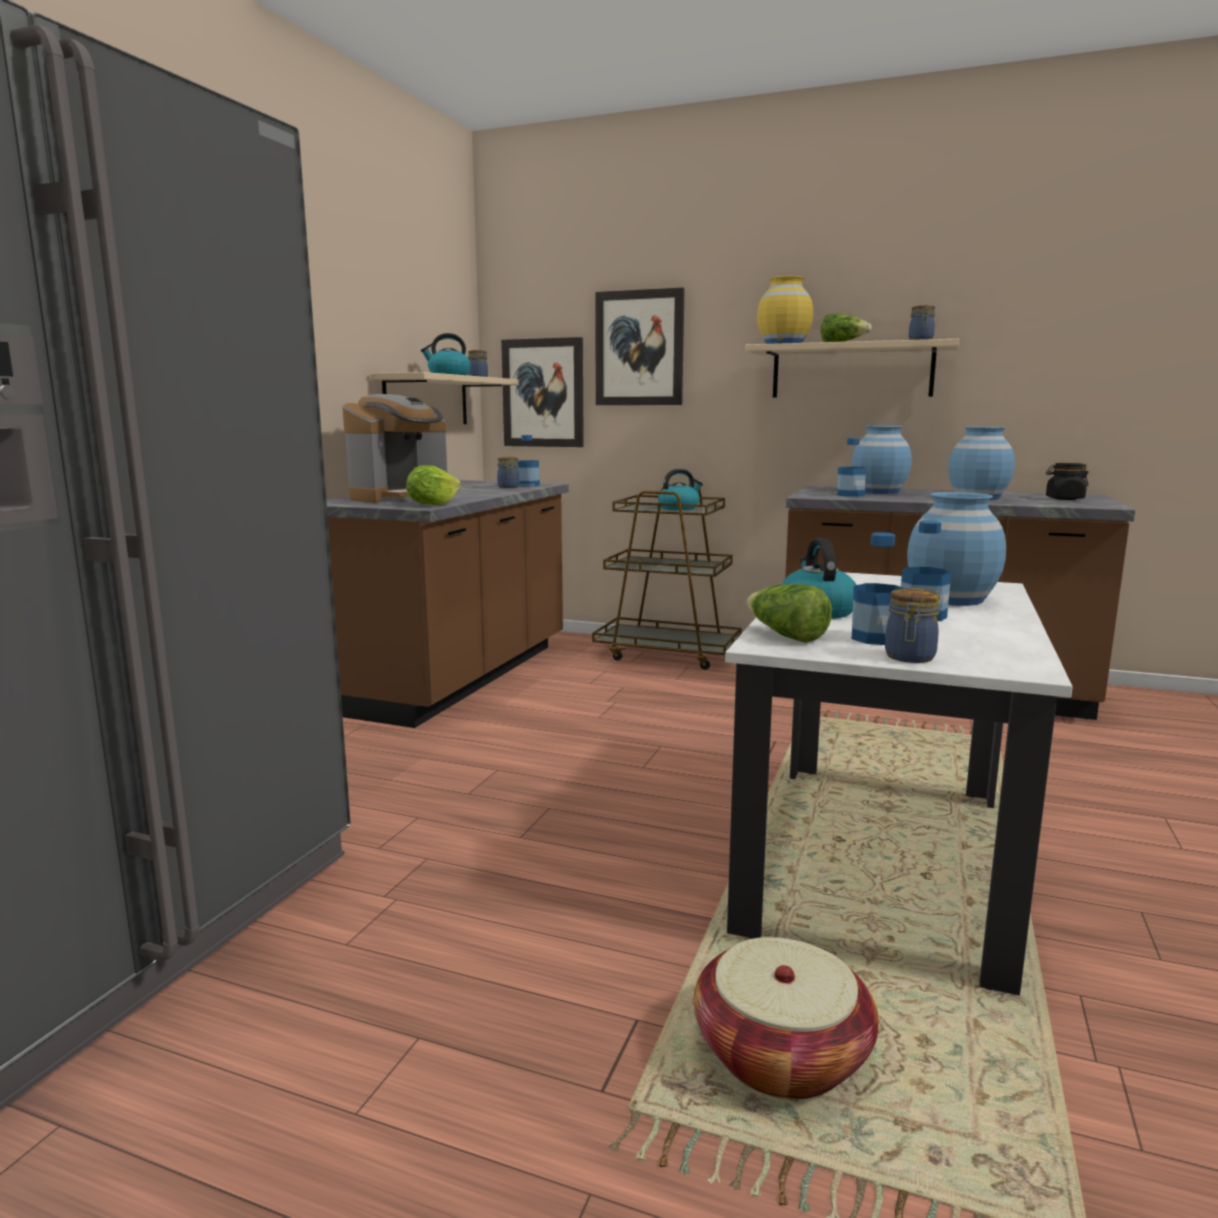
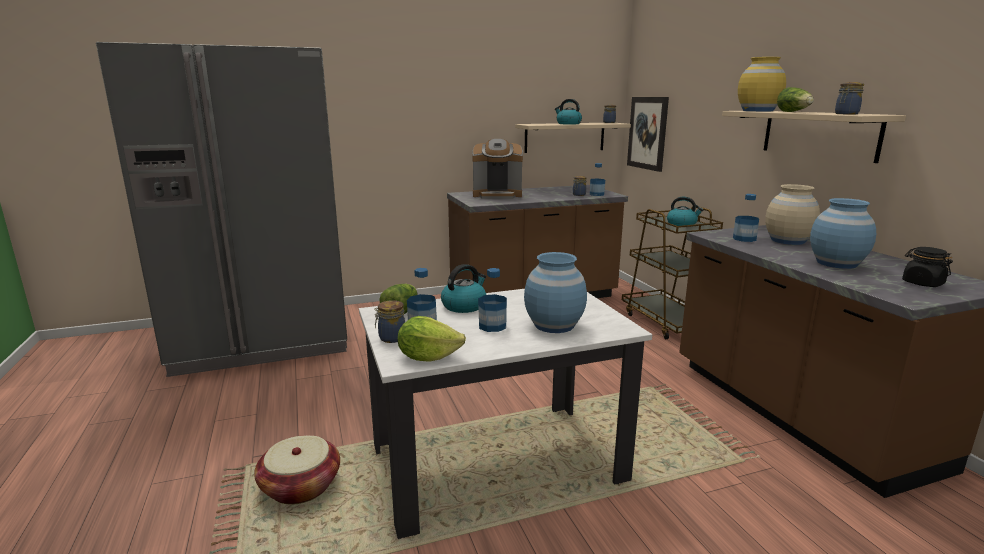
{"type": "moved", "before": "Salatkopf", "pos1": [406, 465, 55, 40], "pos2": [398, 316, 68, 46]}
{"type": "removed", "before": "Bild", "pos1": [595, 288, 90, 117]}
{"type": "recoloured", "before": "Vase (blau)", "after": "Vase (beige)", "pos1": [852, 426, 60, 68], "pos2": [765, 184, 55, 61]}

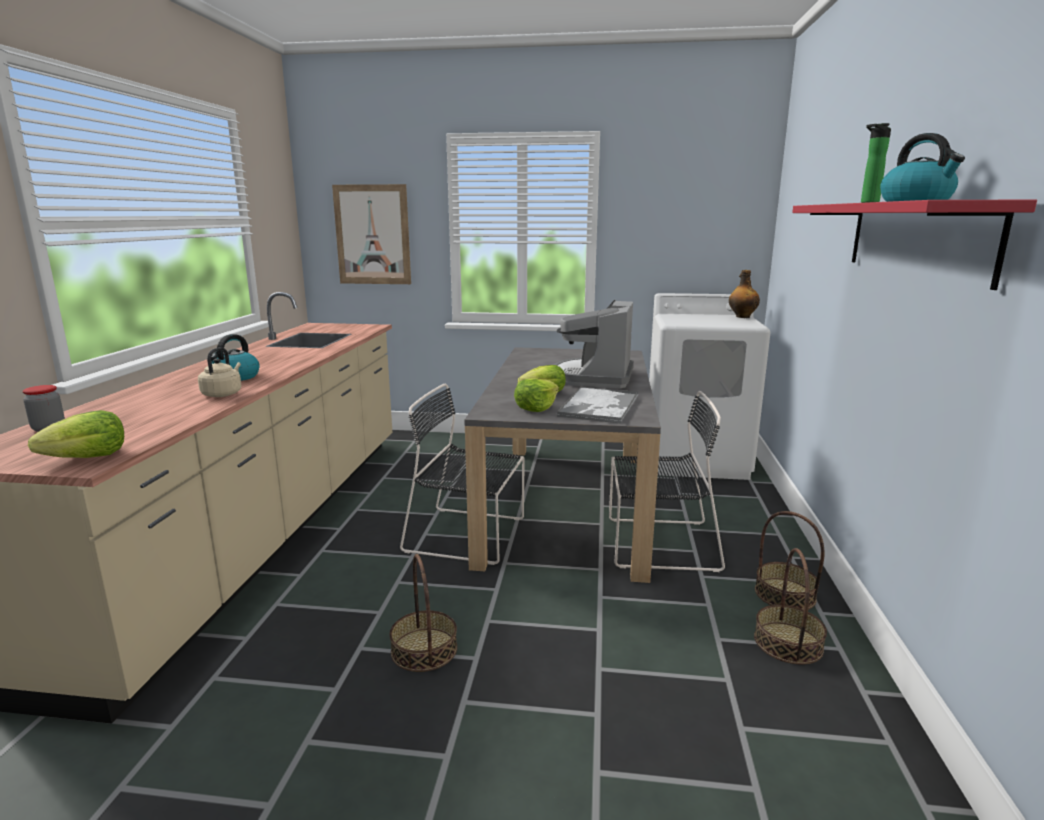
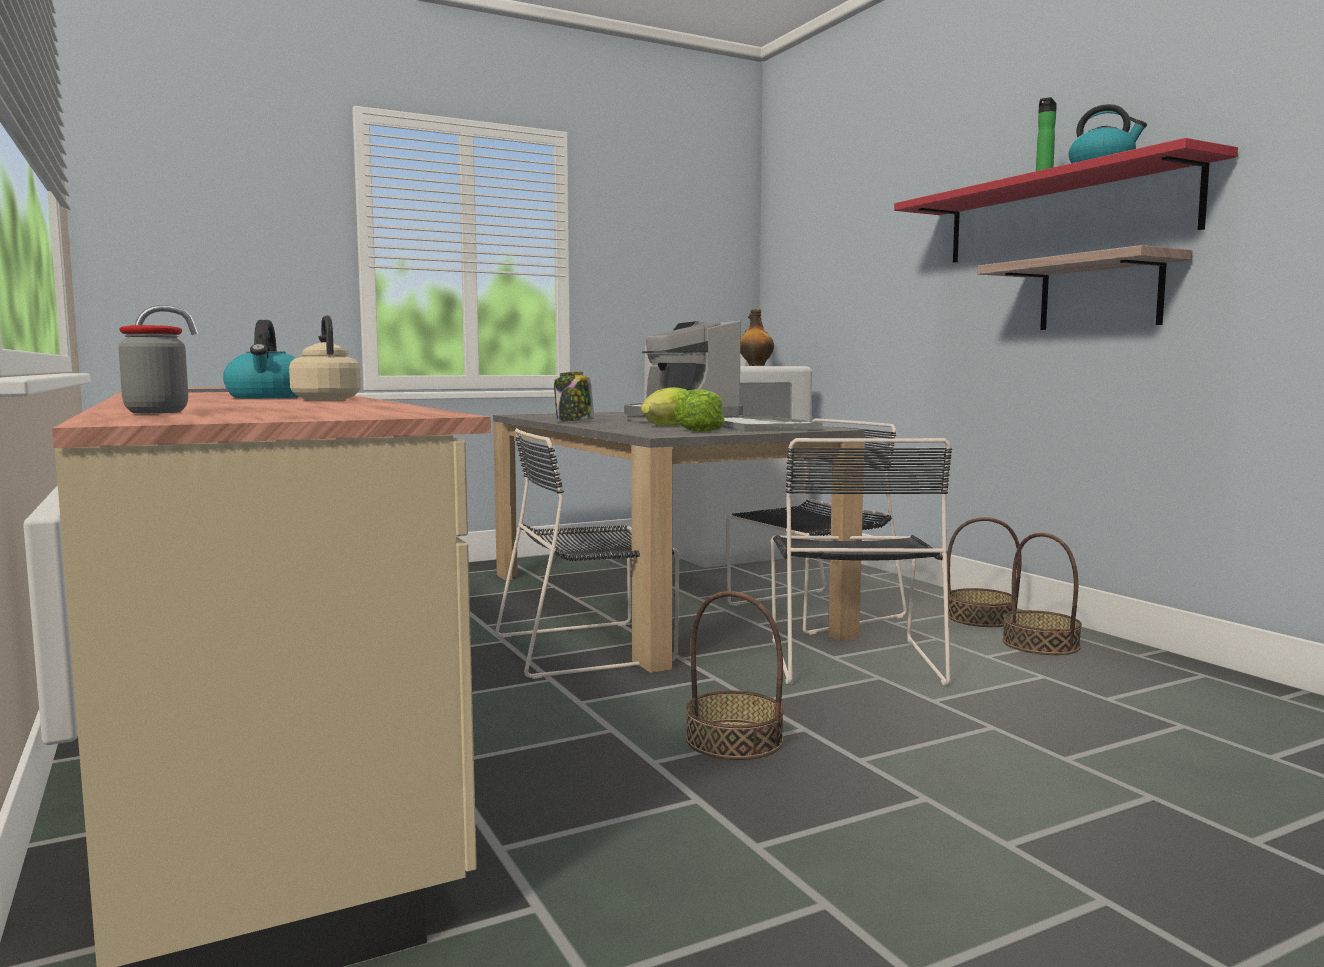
{"type": "removed", "before": "Salatkopf", "pos1": [28, 410, 96, 48]}
{"type": "removed", "before": "Bild", "pos1": [332, 184, 79, 100]}
{"type": "added", "after": "Vorratsglas", "pos2": [554, 372, 40, 50]}
{"type": "added", "after": "Stuhl (schwarz)", "pos2": [771, 438, 181, 248]}
{"type": "added", "after": "Wandregal", "pos2": [977, 245, 216, 85]}

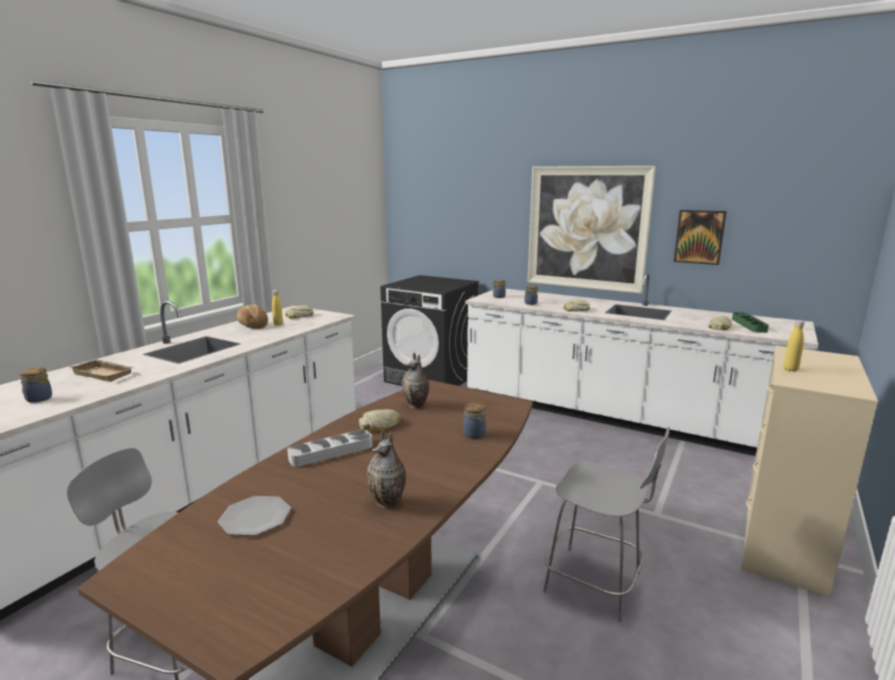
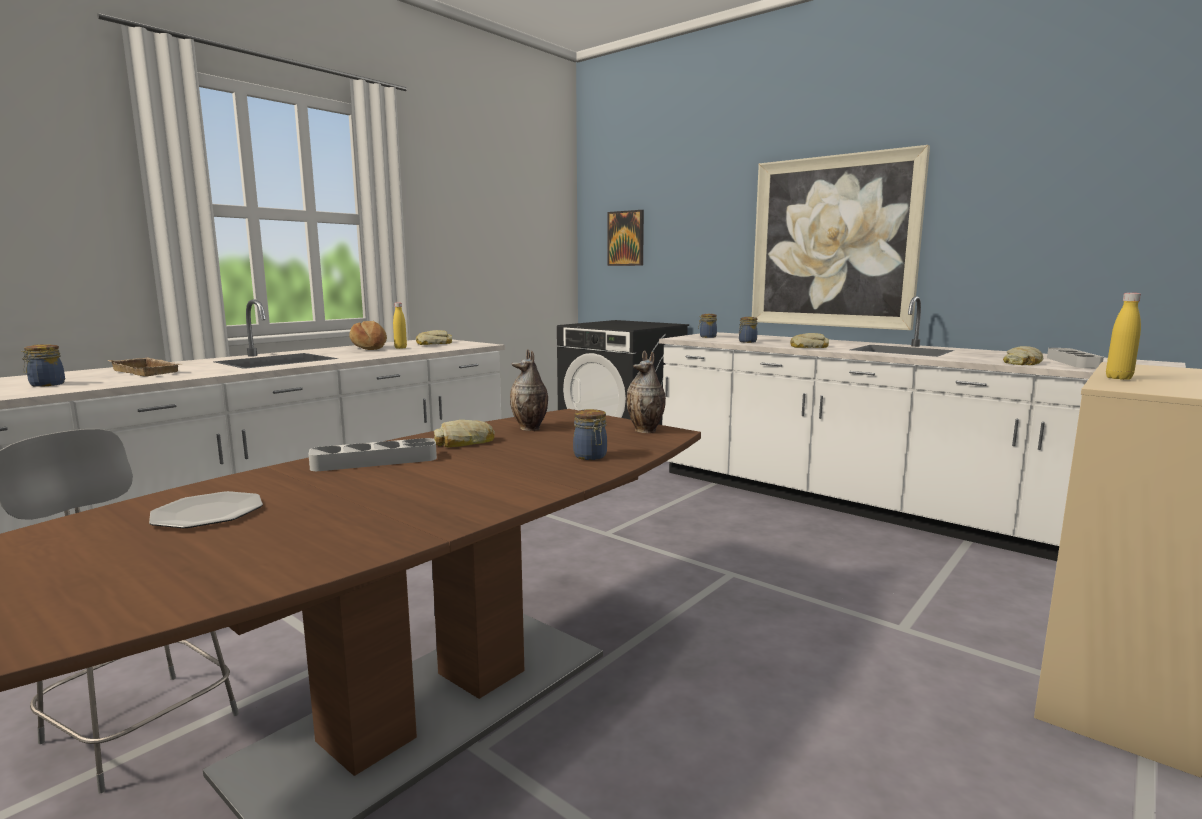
{"type": "moved", "before": "Vase", "pos1": [367, 430, 39, 79], "pos2": [626, 350, 40, 83]}
{"type": "removed", "before": "Stuhl (grau)", "pos1": [543, 427, 127, 195]}
{"type": "moved", "before": "Bild", "pos1": [674, 210, 53, 55], "pos2": [607, 210, 37, 56]}
{"type": "recoloured", "before": "Tablett (grün)", "after": "Tablett (grau)", "pos1": [732, 312, 37, 21], "pos2": [1047, 348, 57, 21]}

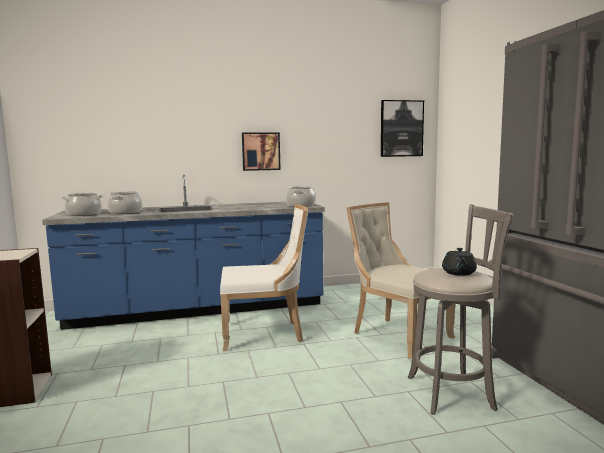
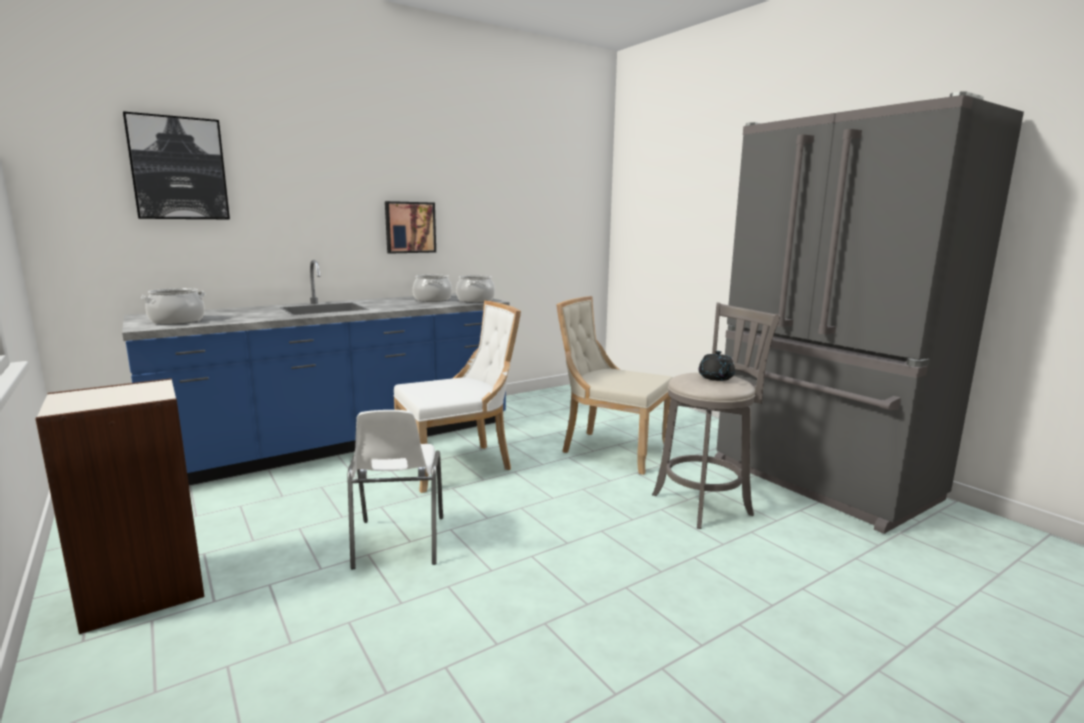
{"type": "moved", "before": "Kochtopf", "pos1": [107, 191, 36, 23], "pos2": [413, 275, 39, 27]}
{"type": "moved", "before": "Bild", "pos1": [381, 100, 43, 57], "pos2": [123, 111, 107, 108]}
{"type": "added", "after": "Stuhl (weiß)", "pos2": [347, 410, 96, 160]}

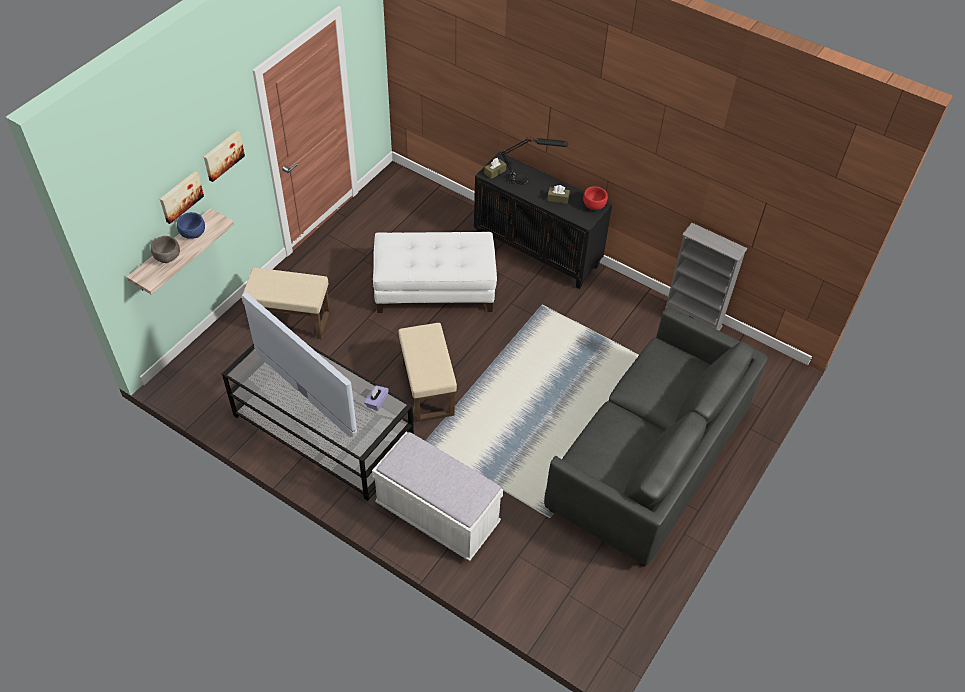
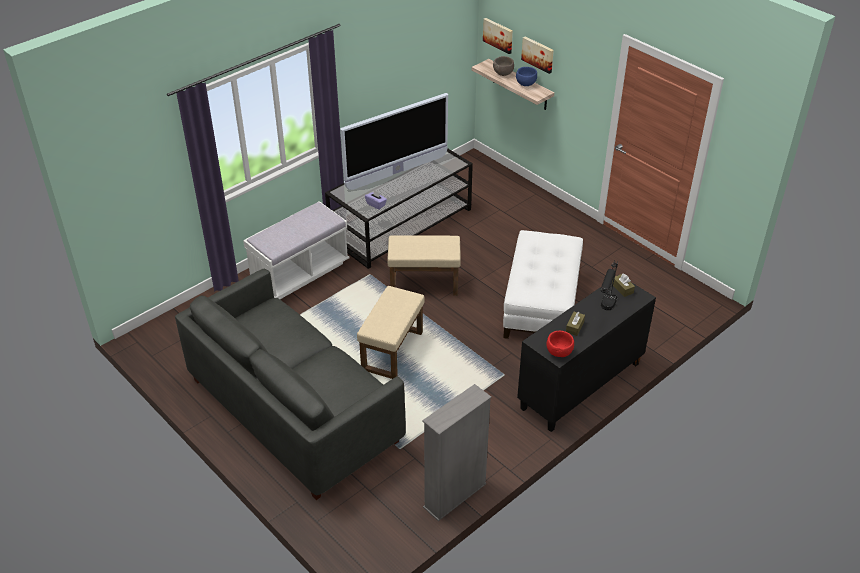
{"type": "moved", "before": "Bild", "pos1": [204, 131, 41, 51], "pos2": [483, 18, 30, 36]}
{"type": "moved", "before": "Polsterhocker (beige)", "pos1": [242, 268, 88, 71], "pos2": [357, 286, 67, 93]}

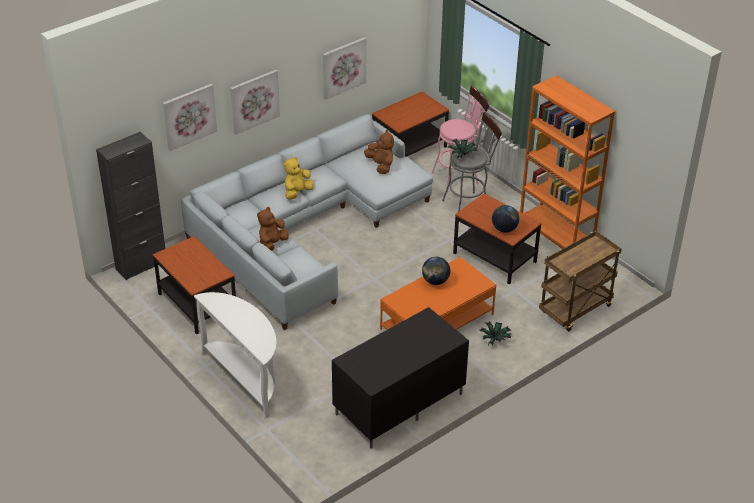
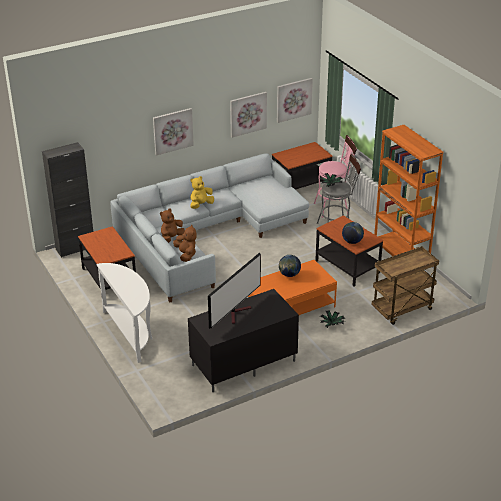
{"type": "moved", "before": "Bild", "pos1": [163, 84, 54, 67], "pos2": [277, 78, 36, 45]}
{"type": "moved", "before": "Plüschtier (braun)", "pos1": [364, 130, 30, 44], "pos2": [173, 224, 24, 38]}
{"type": "added", "after": "Fernseher", "pos2": [208, 252, 53, 77]}

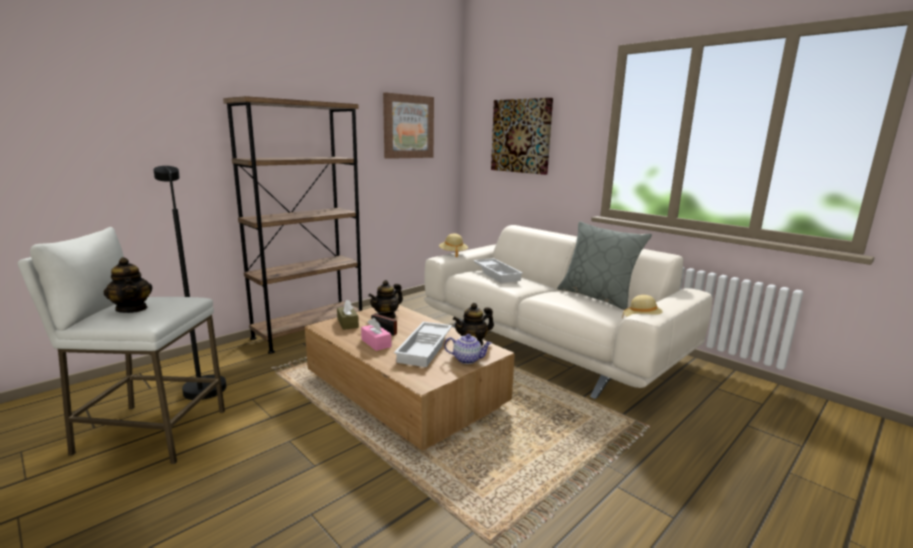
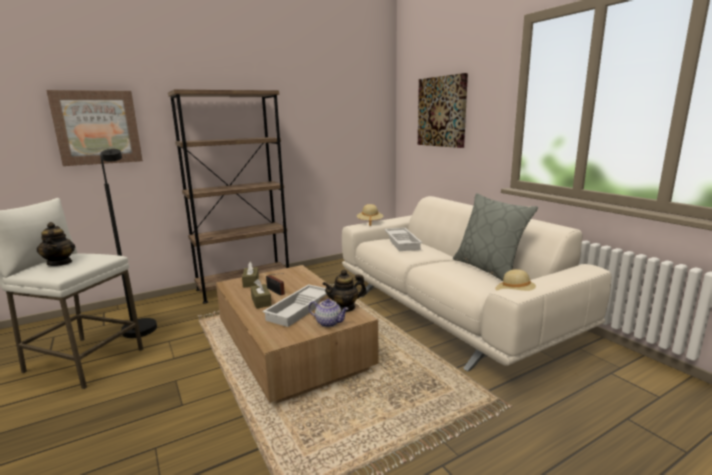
{"type": "recoloured", "before": "Taschentuchbox (rosa)", "after": "Taschentuchbox (braun)", "pos1": [361, 318, 30, 33], "pos2": [251, 279, 21, 30]}
{"type": "removed", "before": "Teekanne", "pos1": [368, 280, 35, 39]}
{"type": "moved", "before": "Bild", "pos1": [383, 93, 51, 66], "pos2": [46, 90, 97, 76]}

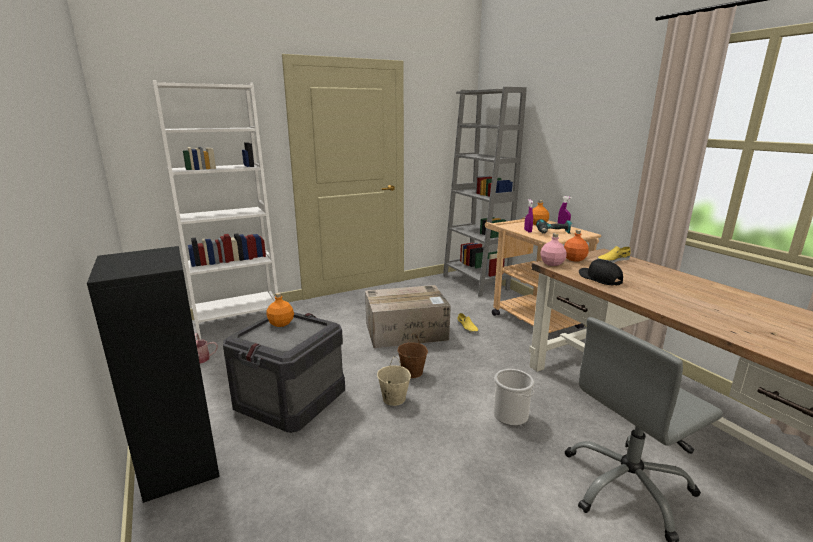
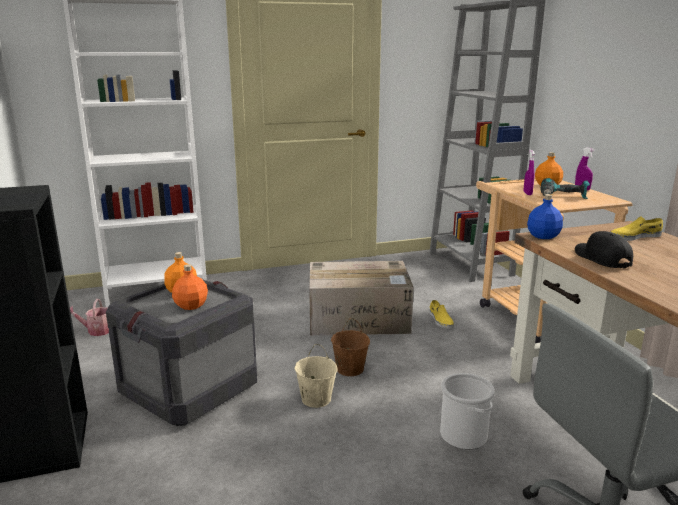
{"type": "recoloured", "before": "Flasche (rosa)", "after": "Flasche (blau)", "pos1": [541, 233, 25, 33], "pos2": [527, 194, 36, 45]}
{"type": "moved", "before": "Flasche (orange)", "pos1": [564, 230, 25, 32], "pos2": [172, 264, 36, 46]}

